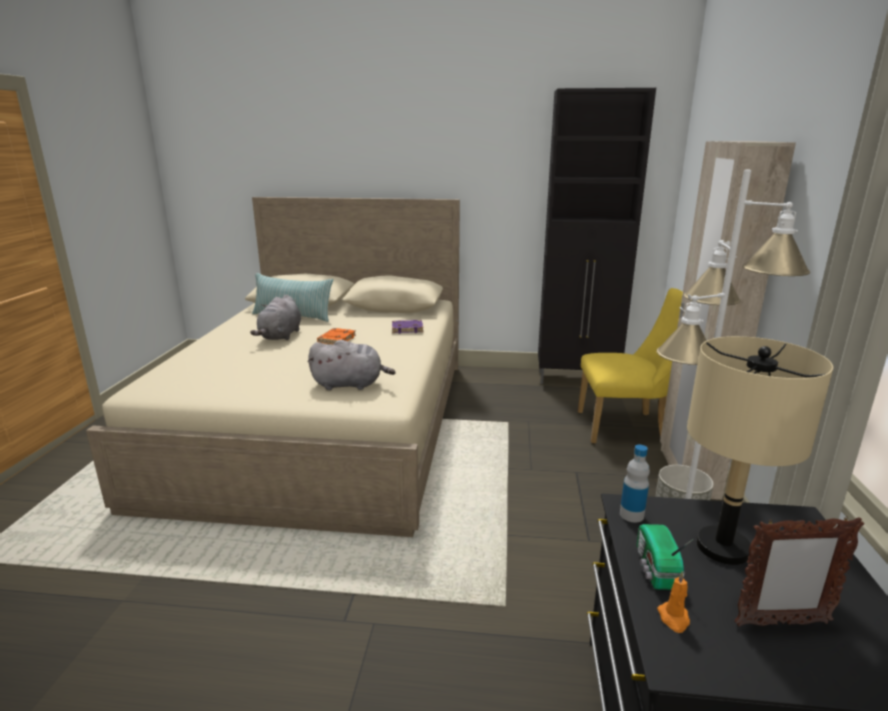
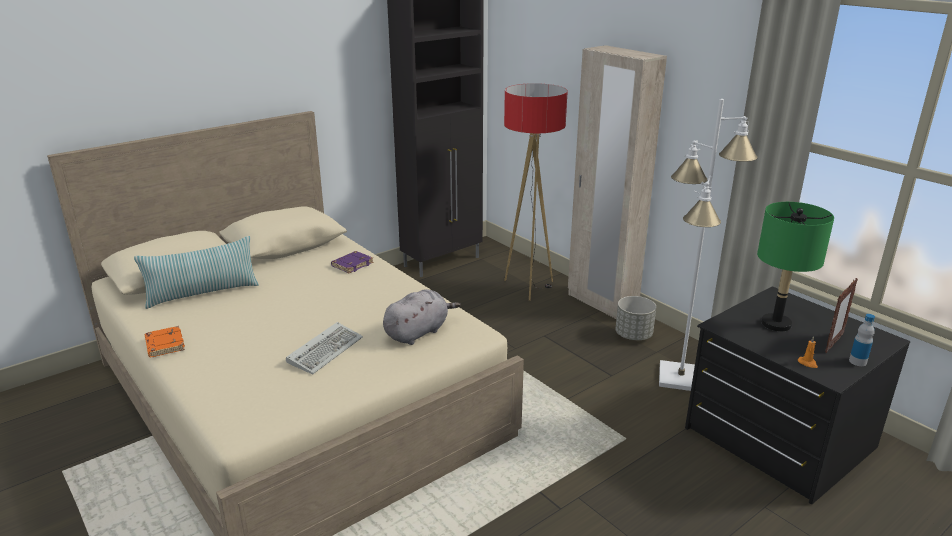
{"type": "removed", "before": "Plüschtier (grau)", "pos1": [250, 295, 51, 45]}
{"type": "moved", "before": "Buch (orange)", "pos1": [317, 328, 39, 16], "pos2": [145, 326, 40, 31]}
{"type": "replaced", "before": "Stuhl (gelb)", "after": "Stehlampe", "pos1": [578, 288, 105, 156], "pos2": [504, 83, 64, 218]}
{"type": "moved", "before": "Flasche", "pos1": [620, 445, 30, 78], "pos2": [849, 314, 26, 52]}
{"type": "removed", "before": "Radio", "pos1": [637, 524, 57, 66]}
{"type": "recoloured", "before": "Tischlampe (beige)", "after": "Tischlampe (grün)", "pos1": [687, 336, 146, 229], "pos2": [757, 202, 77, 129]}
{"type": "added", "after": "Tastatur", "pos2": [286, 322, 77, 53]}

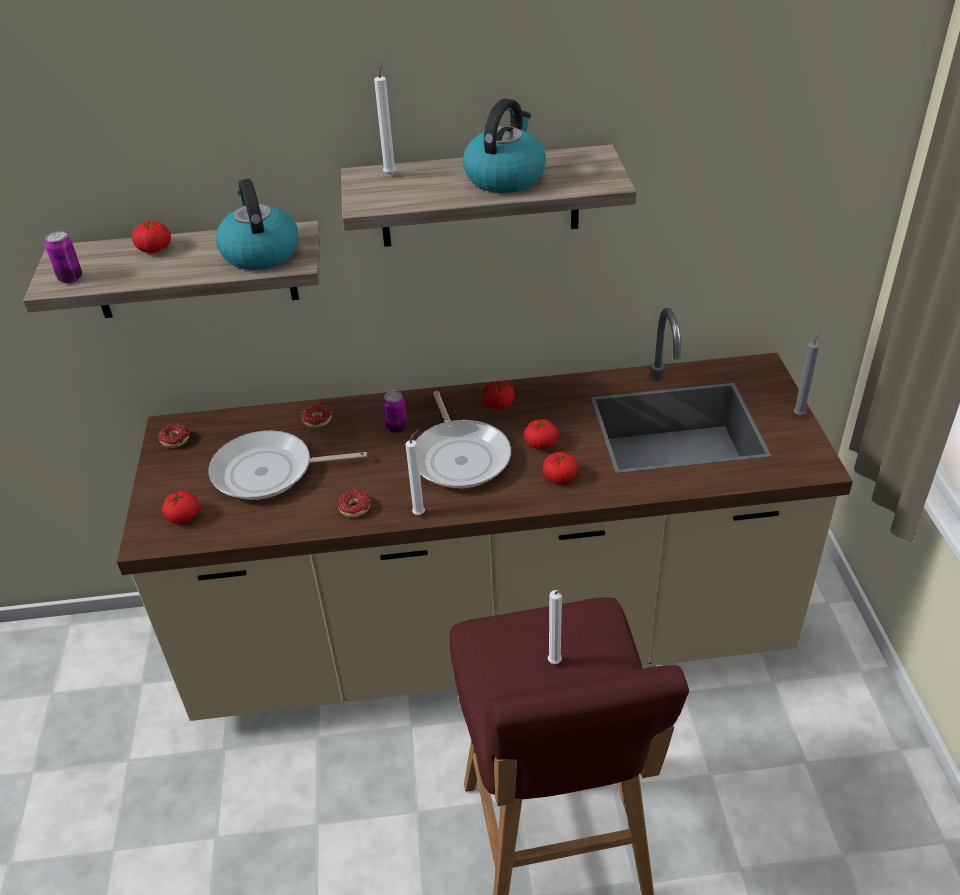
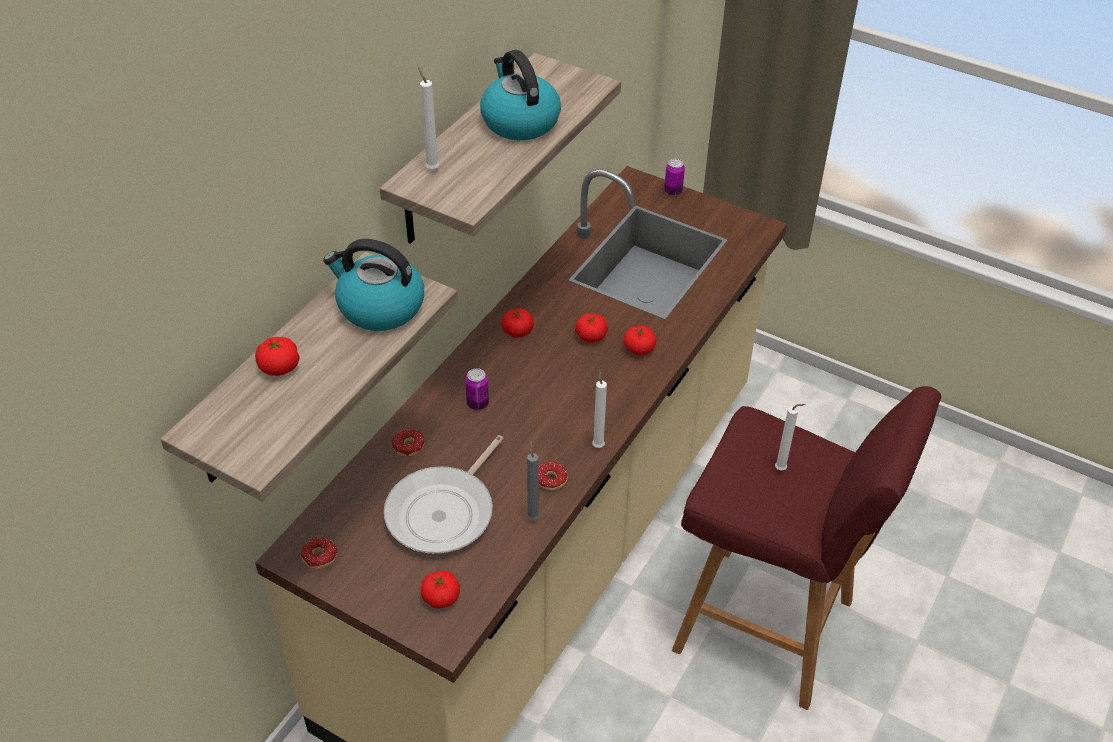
{"type": "moved", "before": "Dose", "pos1": [45, 231, 37, 52], "pos2": [664, 159, 21, 37]}
{"type": "removed", "before": "Pfanne", "pos1": [416, 391, 95, 97]}
{"type": "moved", "before": "Kerze (grau)", "pos1": [794, 332, 28, 83], "pos2": [527, 441, 13, 80]}

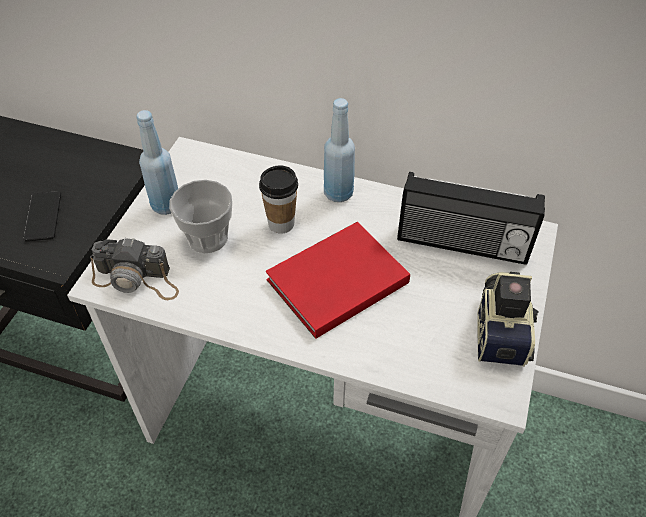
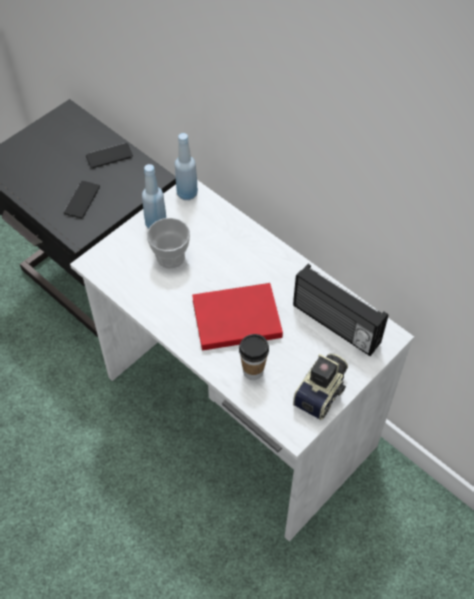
{"type": "removed", "before": "Kamera", "pos1": [90, 237, 89, 63]}
{"type": "moved", "before": "Tasse", "pos1": [259, 166, 39, 68], "pos2": [239, 334, 30, 46]}
{"type": "moved", "before": "Flasche (blau)", "pos1": [324, 98, 31, 104], "pos2": [175, 133, 23, 67]}
{"type": "added", "after": "Handy", "pos2": [86, 143, 47, 25]}

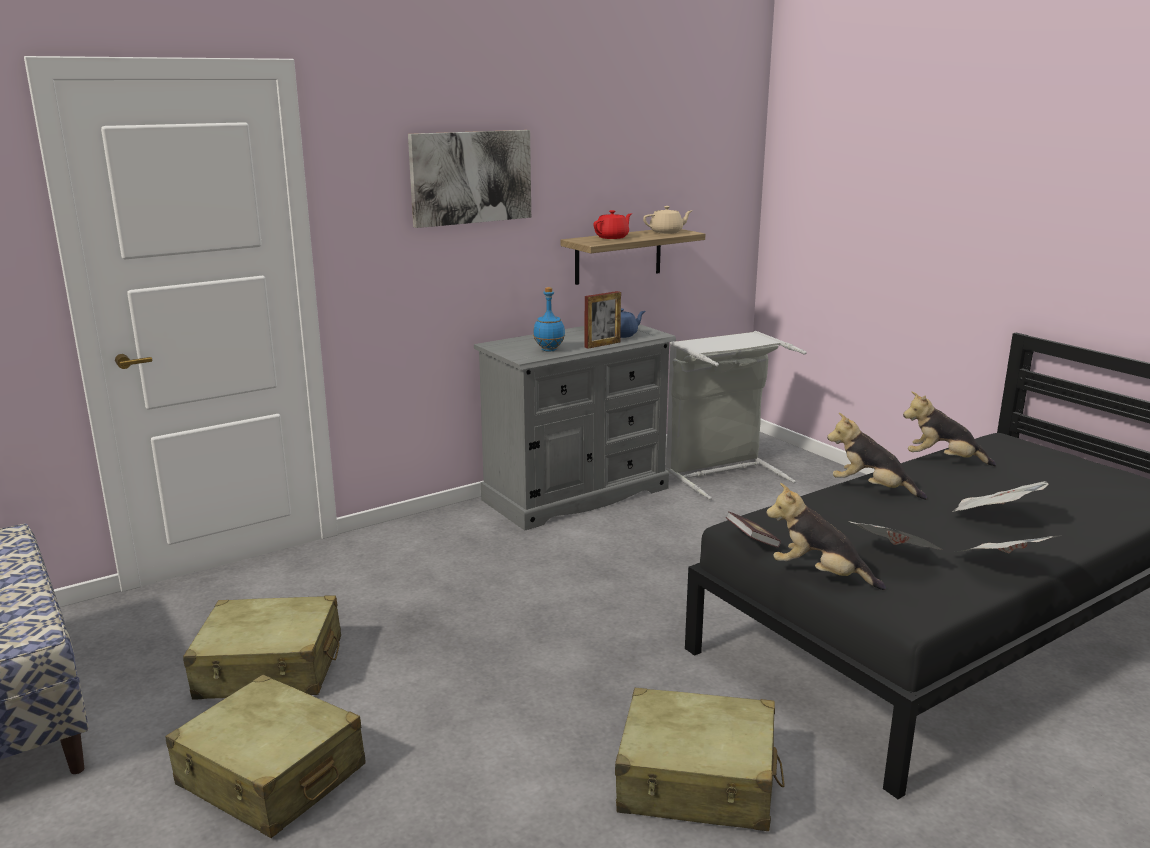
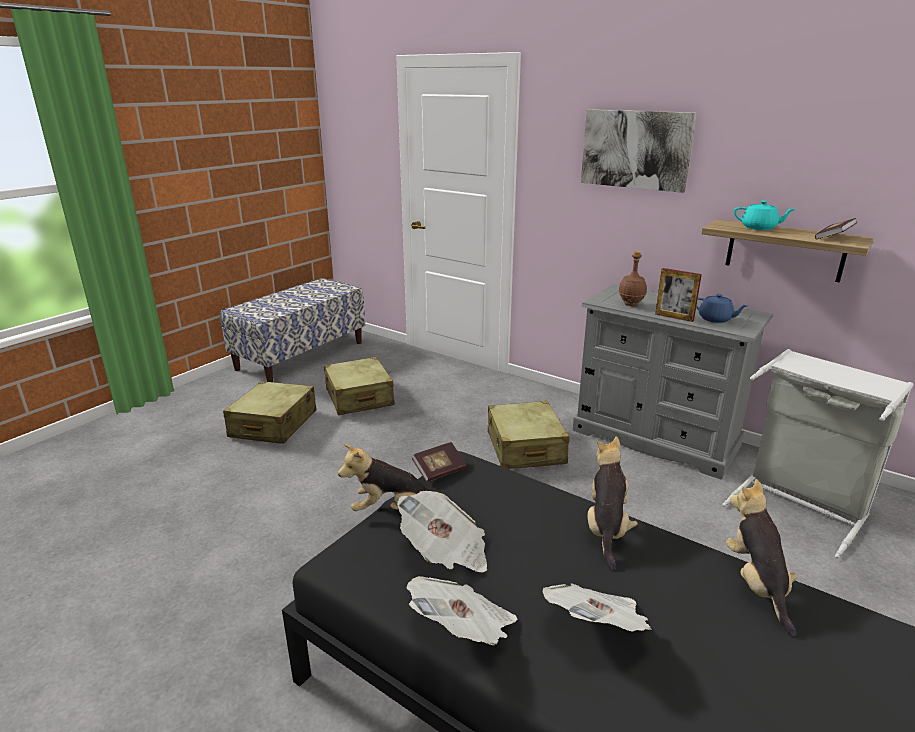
{"type": "recoloured", "before": "Flasche (blau)", "after": "Flasche (braun)", "pos1": [533, 287, 32, 65], "pos2": [619, 251, 28, 55]}
{"type": "recoloured", "before": "Teekanne (rot)", "after": "Teekanne (türkis)", "pos1": [593, 210, 39, 29], "pos2": [734, 201, 61, 29]}
{"type": "moved", "before": "Koffer (beige)", "pos1": [615, 688, 170, 143], "pos2": [488, 401, 82, 68]}
{"type": "replaced", "before": "Teekanne (beige)", "after": "Buch", "pos1": [643, 206, 50, 28], "pos2": [815, 218, 42, 21]}
{"type": "turned", "before": "Plüschtier", "pos1": [766, 483, 120, 107], "pos2": [338, 444, 92, 67], "turn": -105}

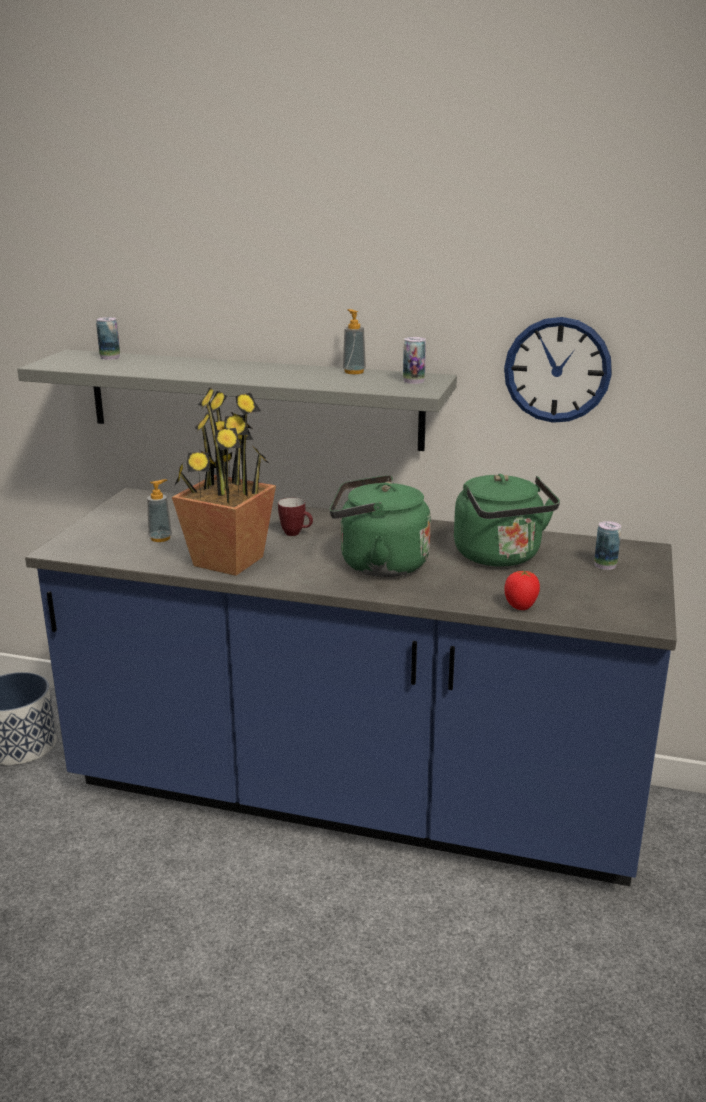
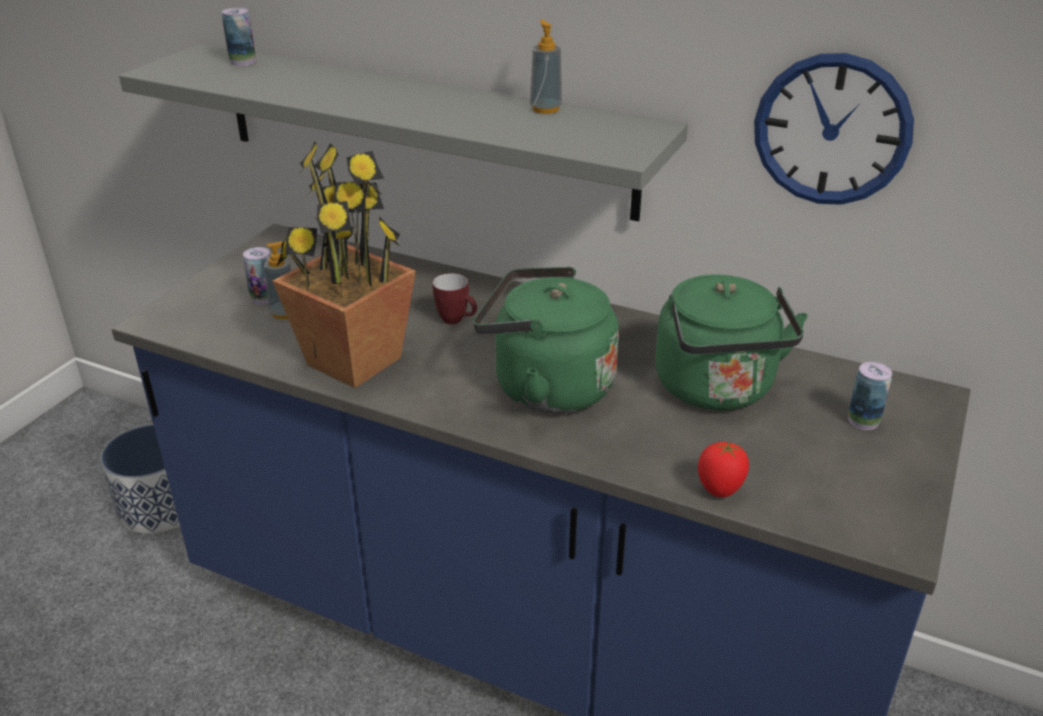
{"type": "moved", "before": "Dose", "pos1": [403, 337, 23, 47], "pos2": [243, 247, 28, 58]}

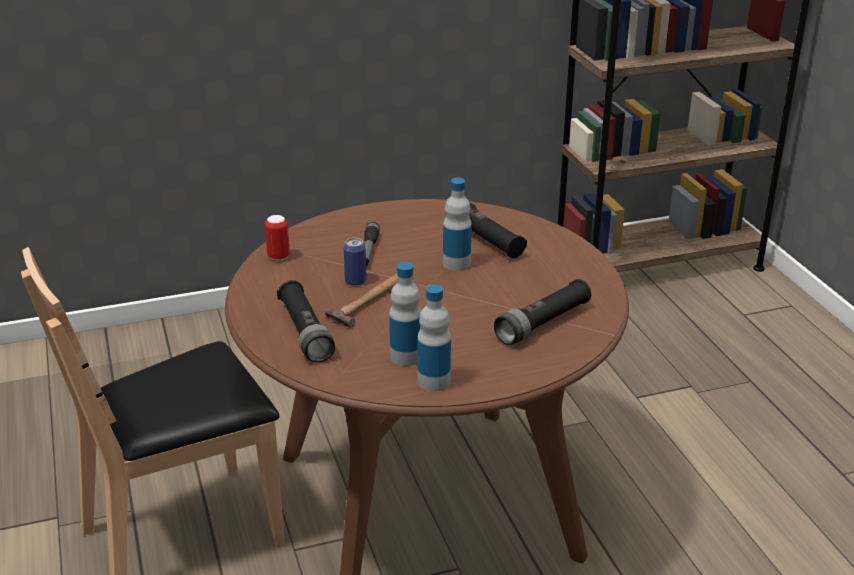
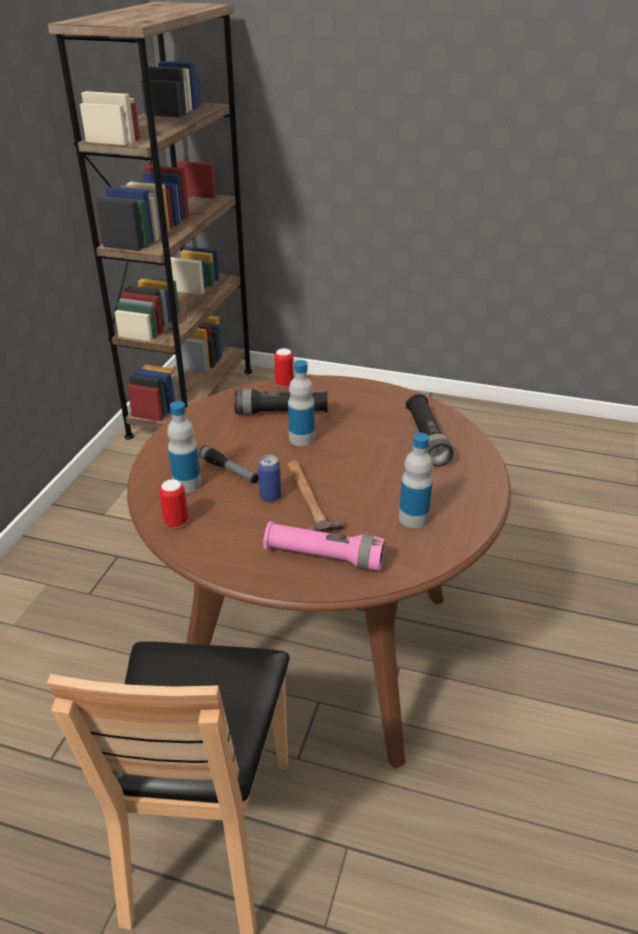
{"type": "recoloured", "before": "Taschenlampe (schwarz)", "after": "Taschenlampe (rosa)", "pos1": [277, 280, 58, 83], "pos2": [263, 521, 122, 49]}
{"type": "moved", "before": "Flasche", "pos1": [418, 284, 33, 107], "pos2": [167, 401, 34, 92]}
{"type": "added", "after": "Dose", "pos2": [274, 348, 20, 40]}

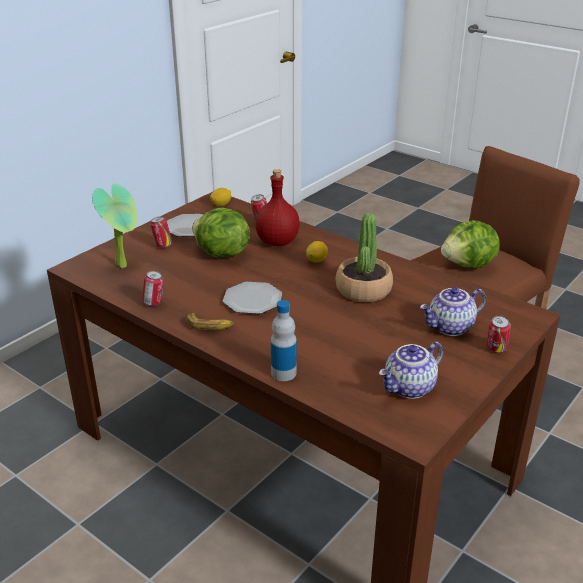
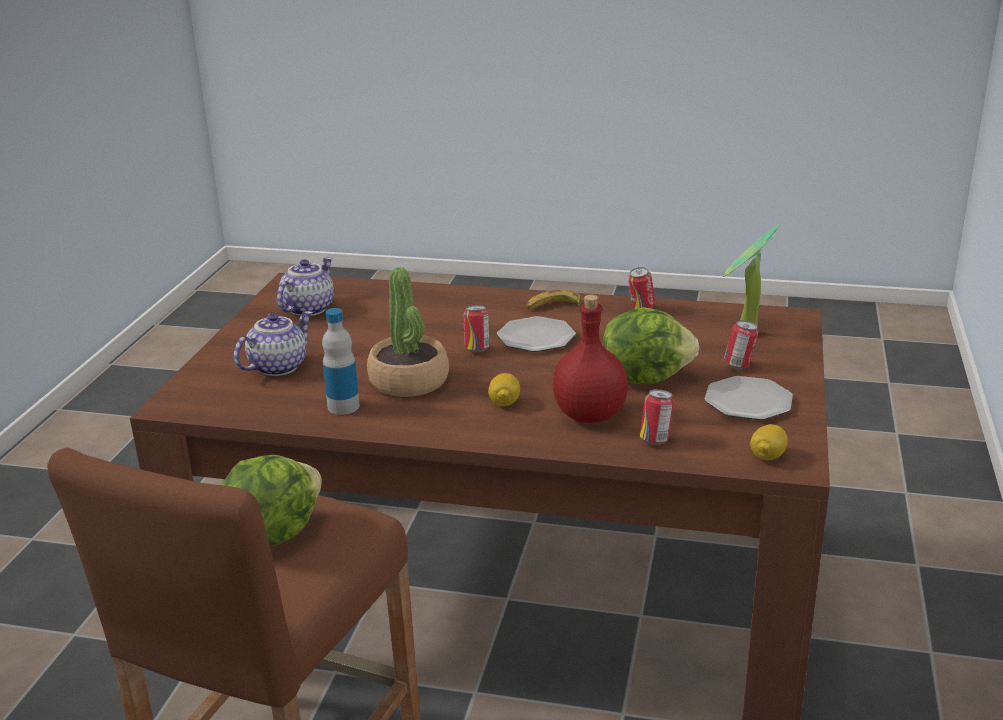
{"type": "moved", "before": "Flasche", "pos1": [271, 300, 26, 81], "pos2": [322, 308, 38, 107]}
{"type": "moved", "before": "Dose", "pos1": [487, 315, 24, 38], "pos2": [463, 305, 26, 47]}

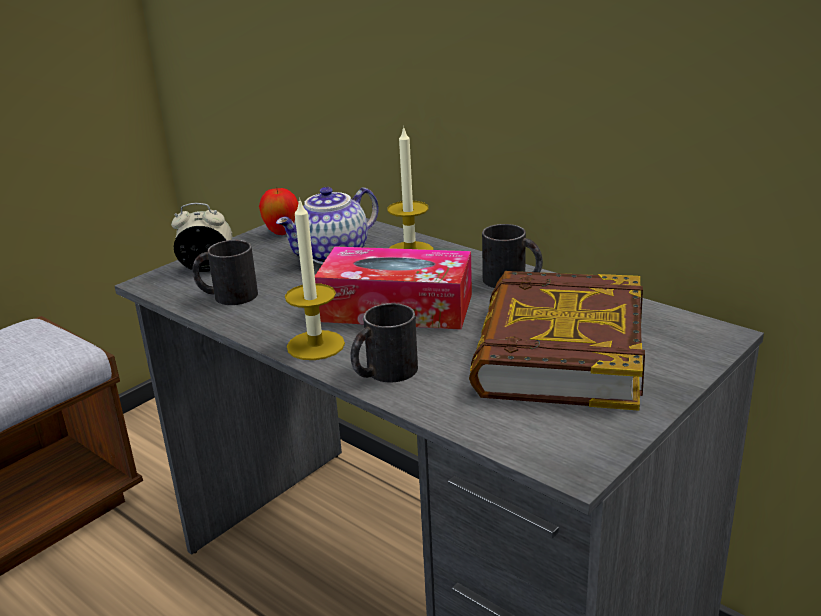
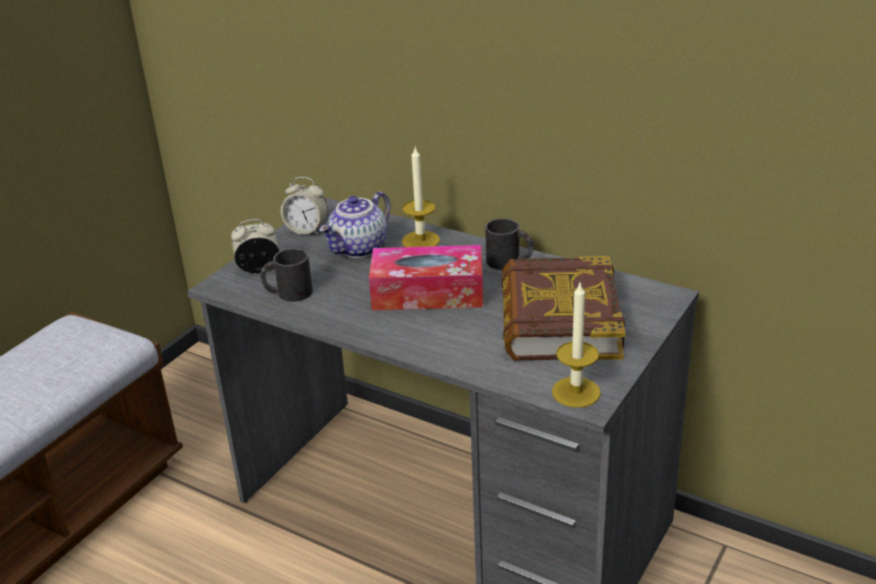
{"type": "replaced", "before": "Apfel", "after": "Wecker", "pos1": [259, 188, 39, 47], "pos2": [281, 177, 47, 58]}
{"type": "moved", "before": "Kerze", "pos1": [285, 198, 60, 162], "pos2": [552, 283, 49, 125]}
{"type": "removed", "before": "Henkelbecher (schwarz)", "pos1": [350, 303, 68, 79]}

